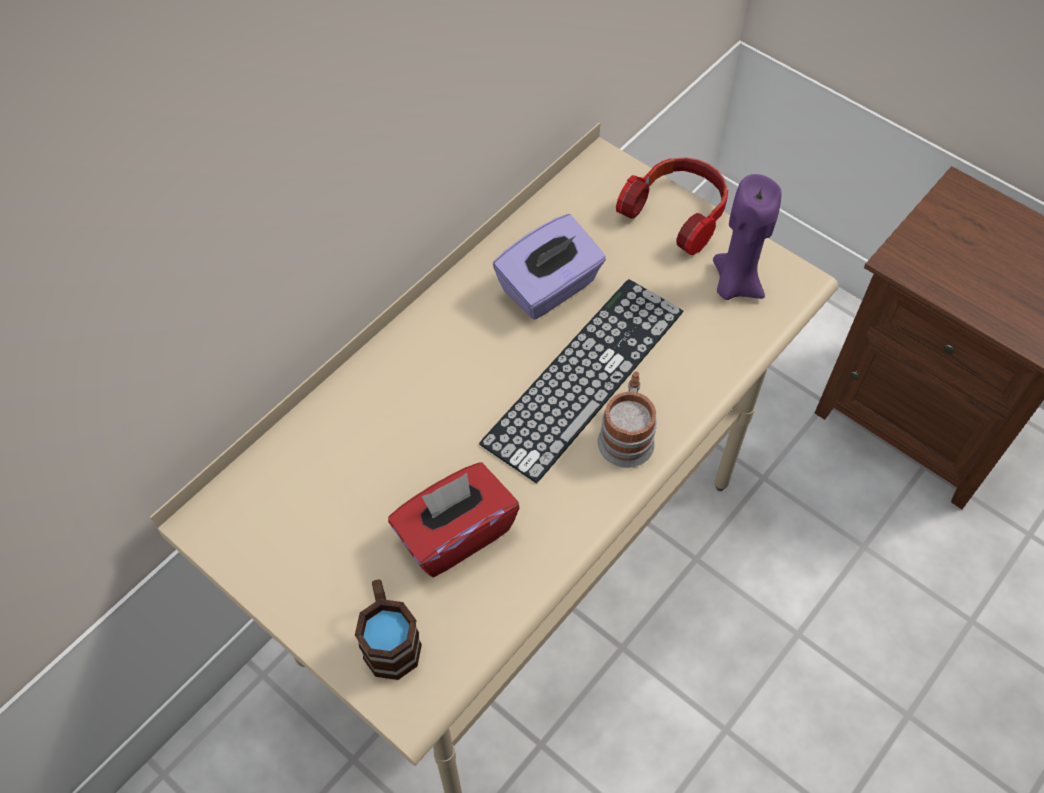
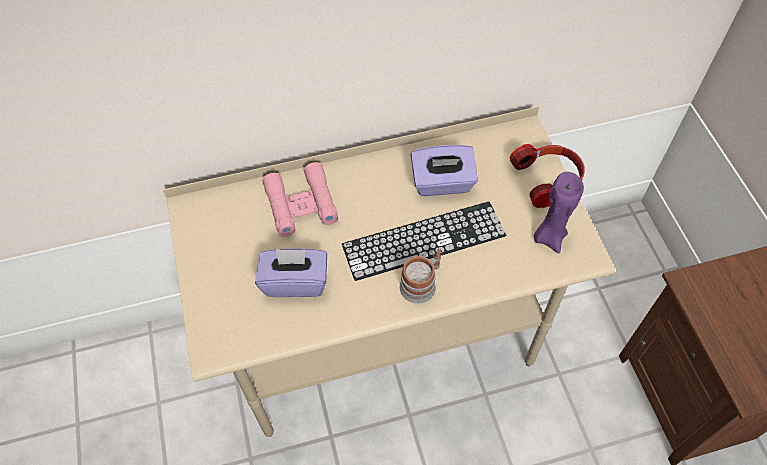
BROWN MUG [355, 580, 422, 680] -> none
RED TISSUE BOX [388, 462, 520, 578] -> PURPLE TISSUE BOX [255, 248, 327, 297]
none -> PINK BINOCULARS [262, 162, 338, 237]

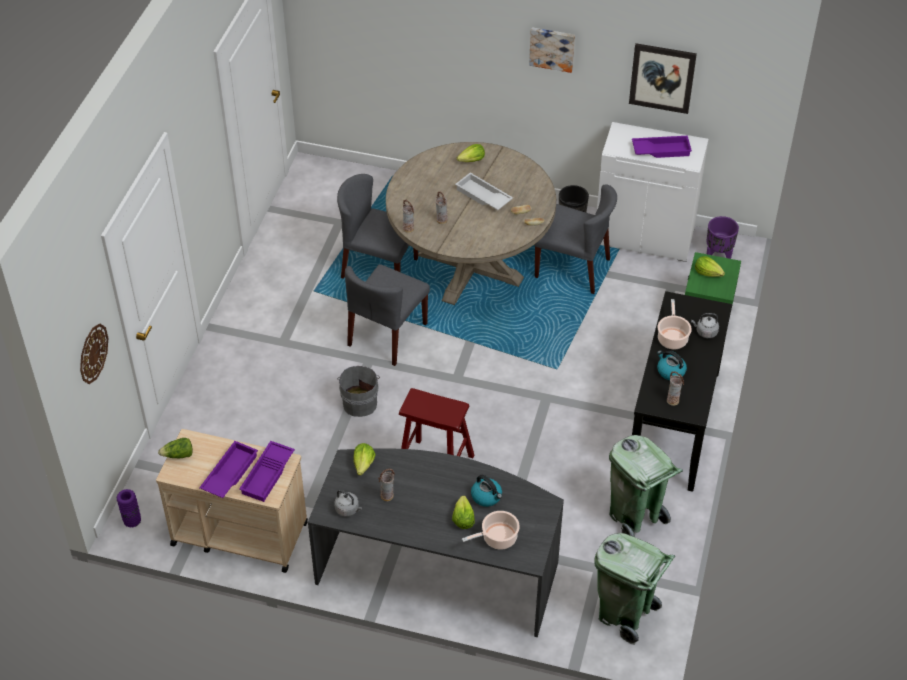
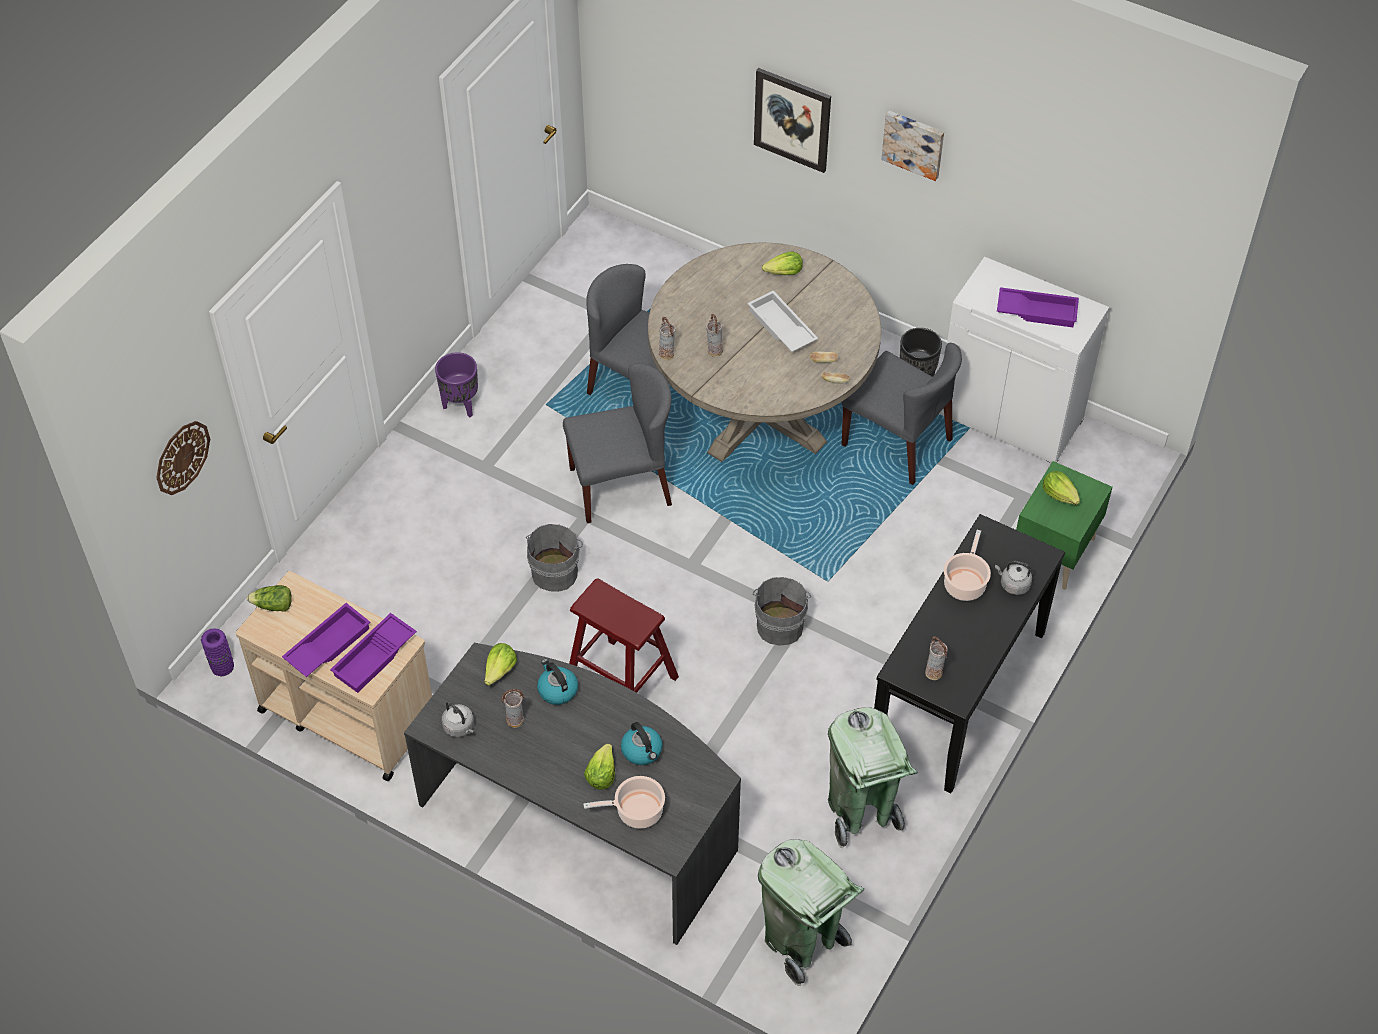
GREY CHAIR [345, 264, 430, 366] -> GREY CHAIR [563, 363, 672, 523], 150 degrees counterclockwise
PICTURE [629, 43, 697, 114] -> PICTURE [754, 68, 831, 173], moved
KETTLE [657, 350, 687, 380] -> KETTLE [537, 659, 578, 705], moved
PURPLE PLANTER [707, 216, 739, 259] -> PURPLE PLANTER [435, 352, 478, 418], moved
none -> GREY BUCKET [753, 577, 811, 646]

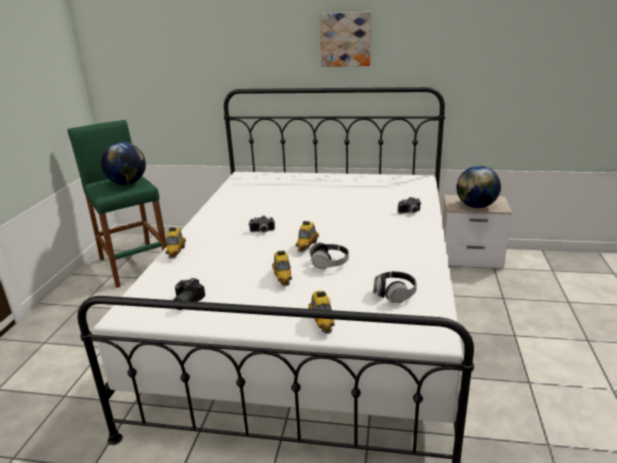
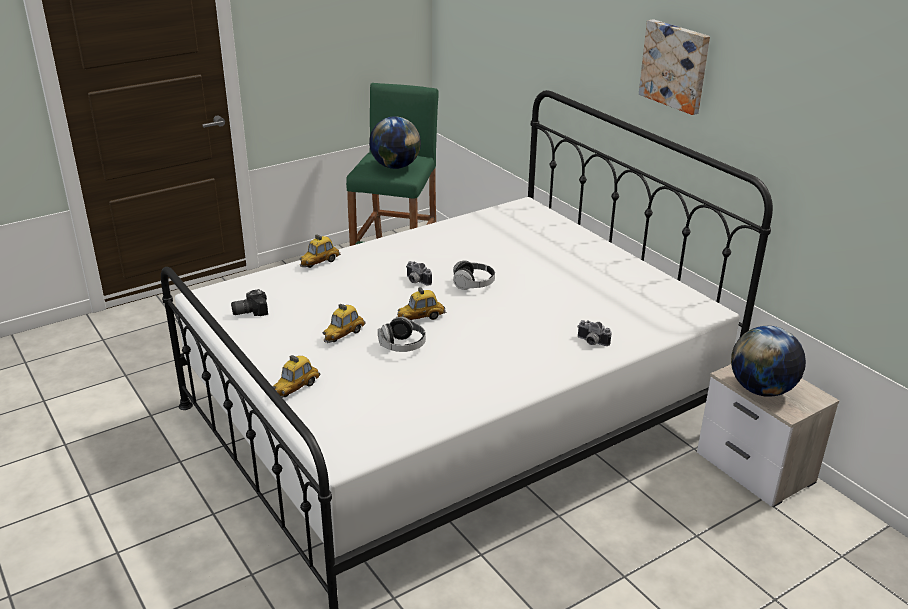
HEADPHONES [374, 271, 417, 303] -> HEADPHONES [453, 260, 495, 290], moved

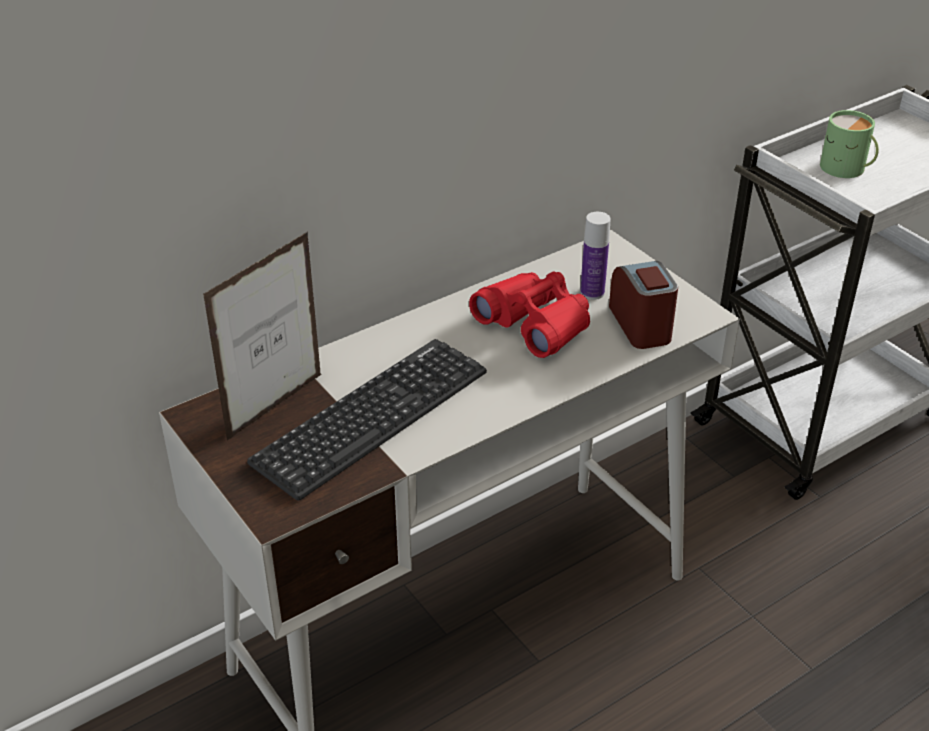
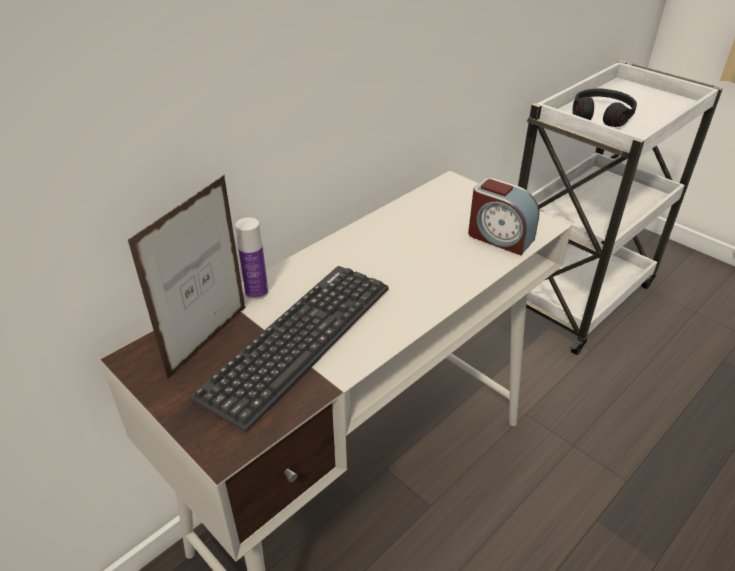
RED BINOCULARS [469, 272, 590, 358] -> none
BOTTLE [580, 212, 611, 300] -> BOTTLE [235, 217, 268, 300], moved
ALARM CLOCK [609, 261, 678, 349] -> ALARM CLOCK [468, 178, 540, 255], 150 degrees clockwise
GREEN MUG [820, 110, 879, 178] -> BLACK HEADPHONES [573, 89, 637, 127]

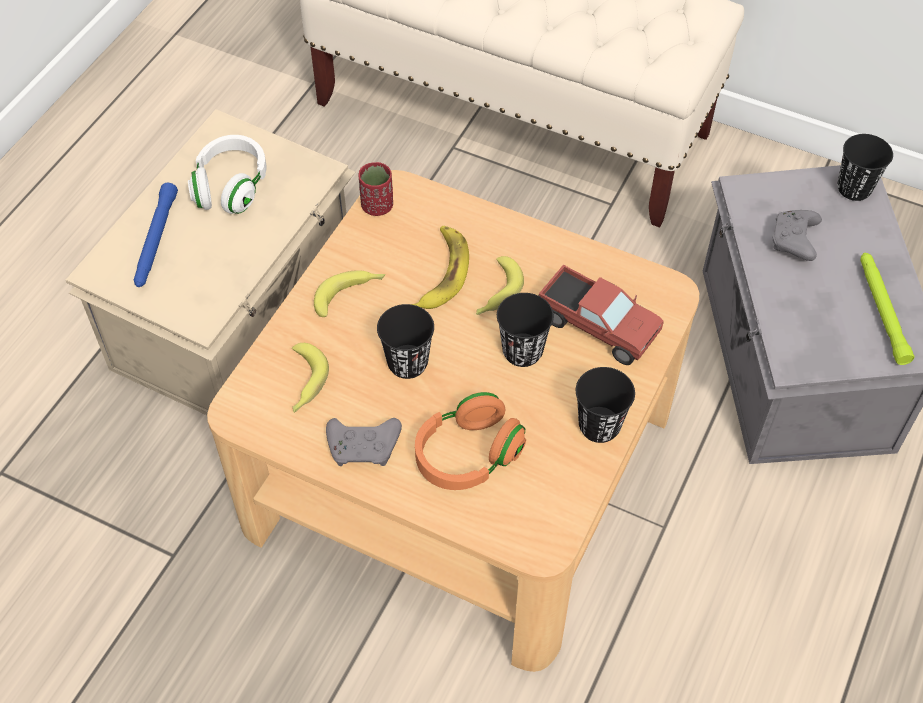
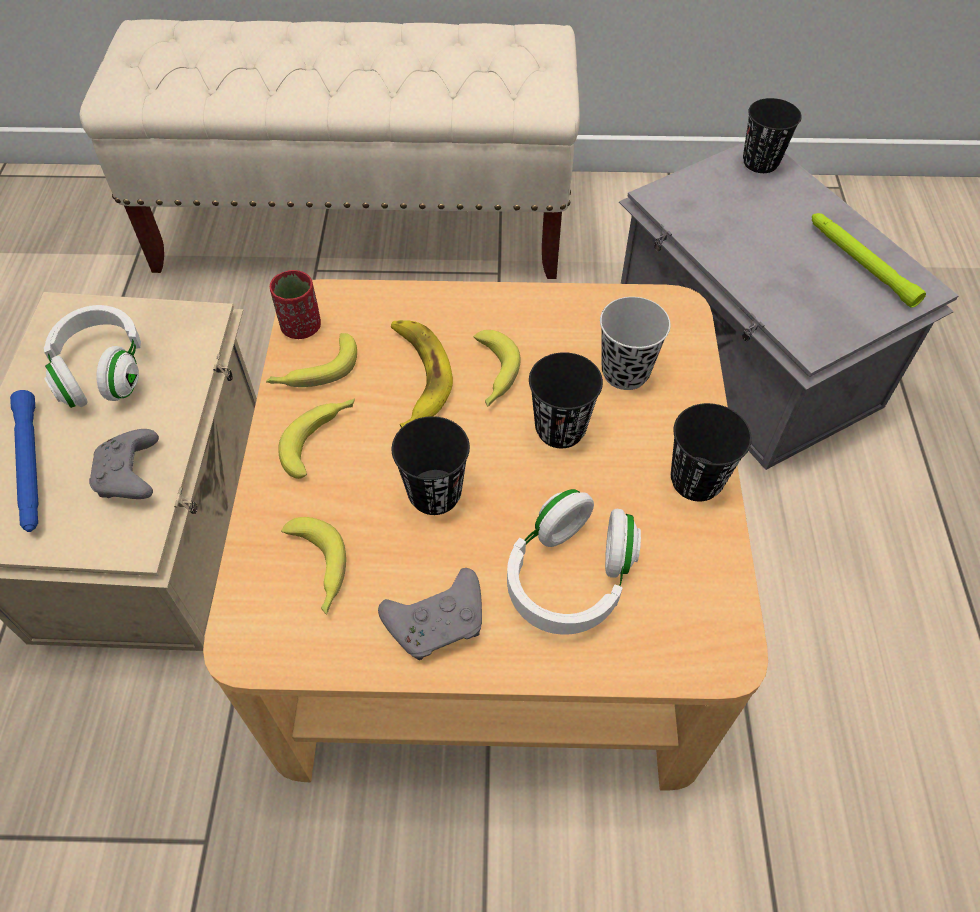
ORANGE HEADPHONES [415, 392, 526, 490] -> WHITE HEADPHONES [507, 489, 641, 635]
TOY TRUCK [539, 265, 664, 365] -> BLACK CUP [600, 297, 671, 390]
GREY GAME CONTROLLER [773, 210, 822, 261] -> GREY GAME CONTROLLER [89, 429, 159, 499], moved
none -> BANANA [266, 333, 357, 387]

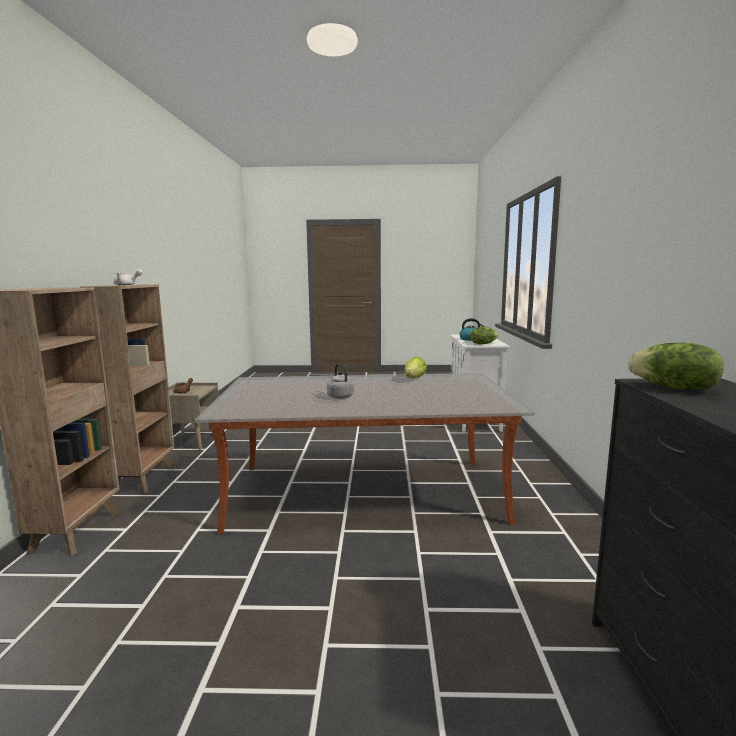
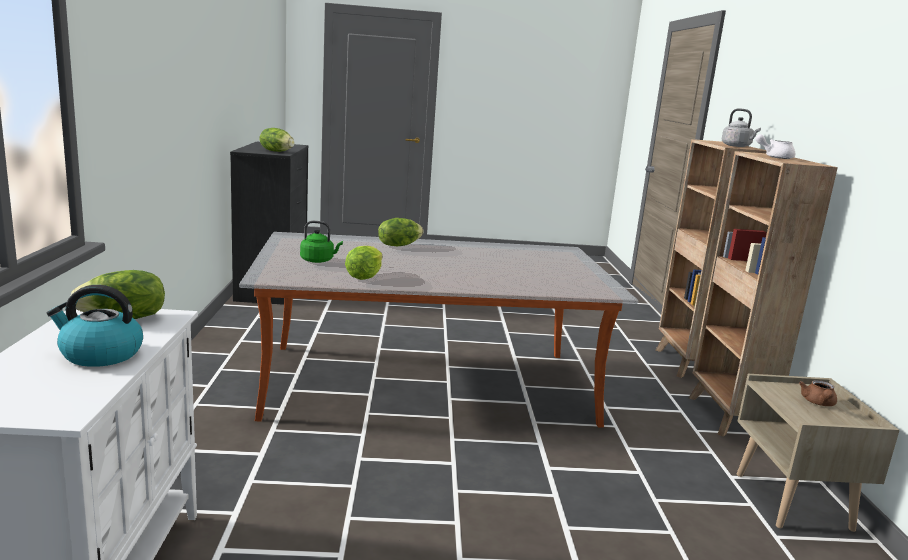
GREY KETTLE [327, 364, 354, 399] -> GREY KETTLE [722, 108, 761, 147], moved
none -> GREEN KETTLE [300, 221, 343, 263]
none -> LETTUCE [378, 218, 424, 246]

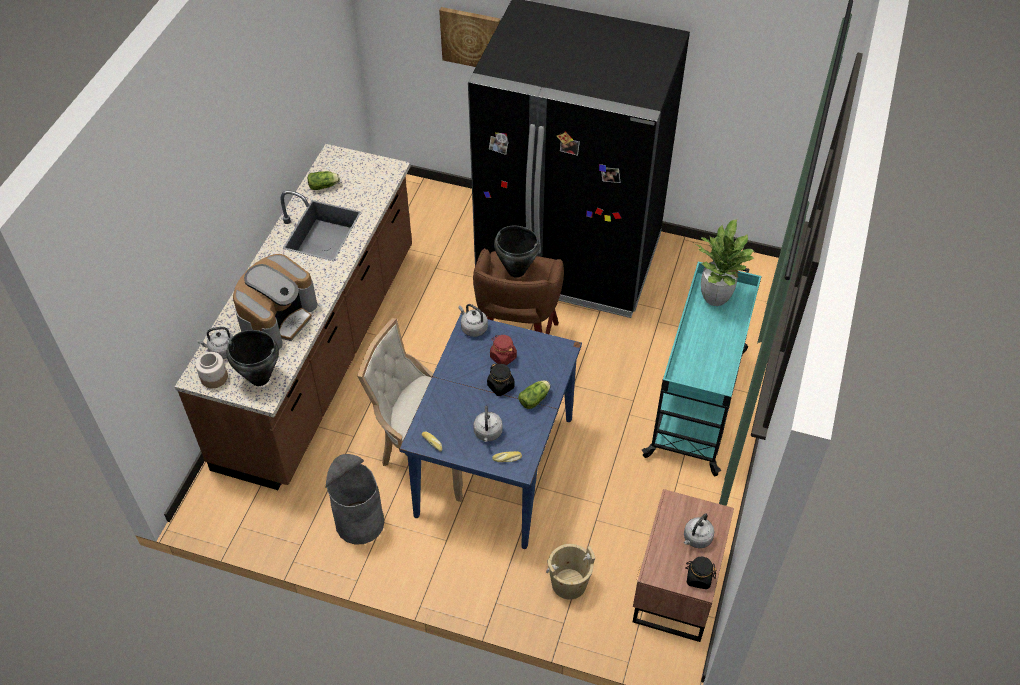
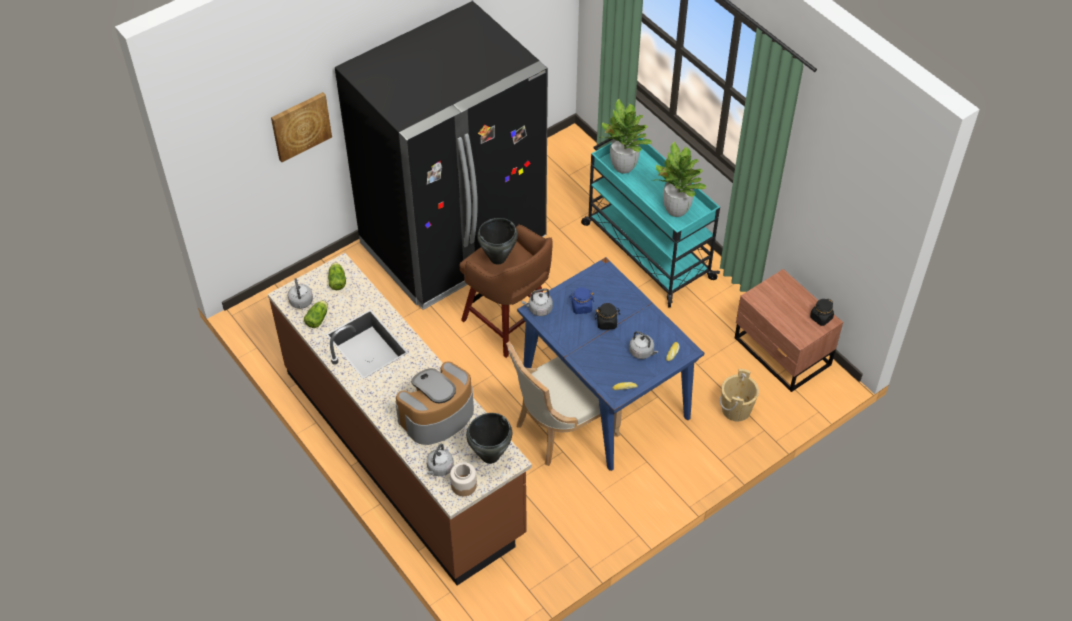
COFFEE MACHINE [233, 254, 317, 349] -> COFFEE MACHINE [396, 361, 474, 445], 105 degrees counterclockwise
GREY TRASH CAN [326, 454, 385, 544] -> none
RED JAR [490, 335, 517, 365] -> BLUE JAR [569, 287, 594, 314]
LETTUCE [518, 380, 550, 409] -> LETTUCE [328, 262, 346, 290], moved
GREY KETTLE [684, 513, 714, 548] -> GREY KETTLE [288, 278, 313, 309], moved
none -> POTTED PLANT [651, 141, 706, 217]

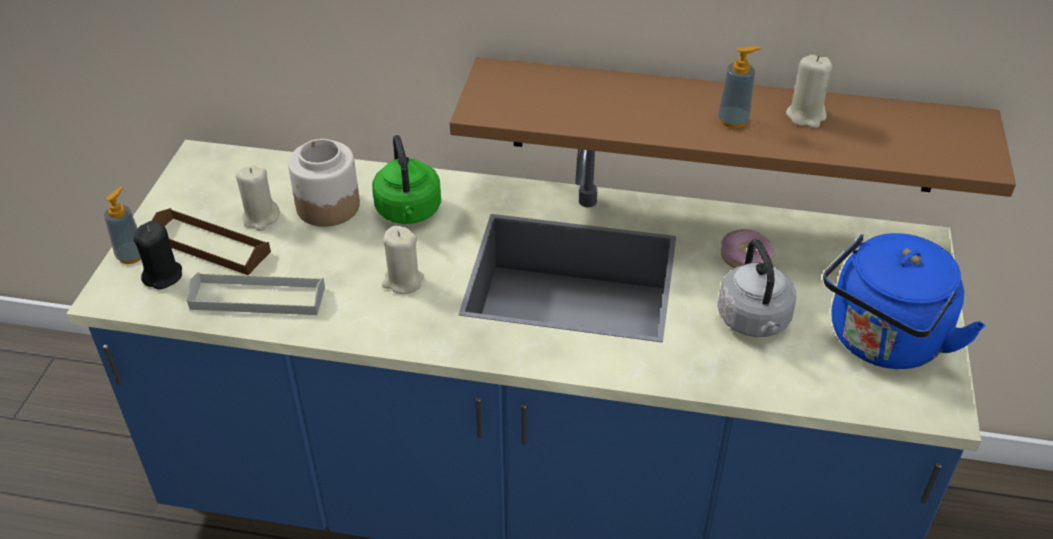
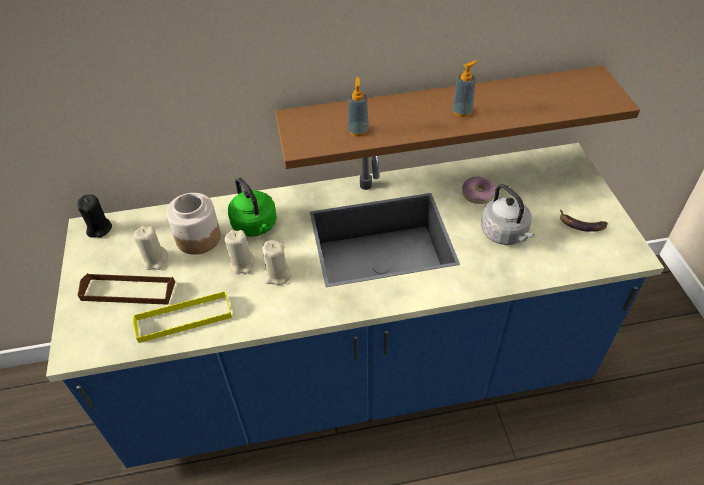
SOAP DISPENSER [104, 187, 141, 264] -> SOAP DISPENSER [347, 77, 369, 137], moved
BLACK CANDLE [134, 221, 182, 290] -> BLACK CANDLE [77, 194, 112, 238], moved
GREY TRAY [187, 272, 325, 315] -> YELLOW TRAY [133, 290, 232, 343]
BEIGE CANDLE [786, 55, 832, 128] -> BEIGE CANDLE [225, 230, 255, 274], moved
BLUE KETTLE [823, 233, 986, 369] -> BANANA [560, 209, 608, 232]

